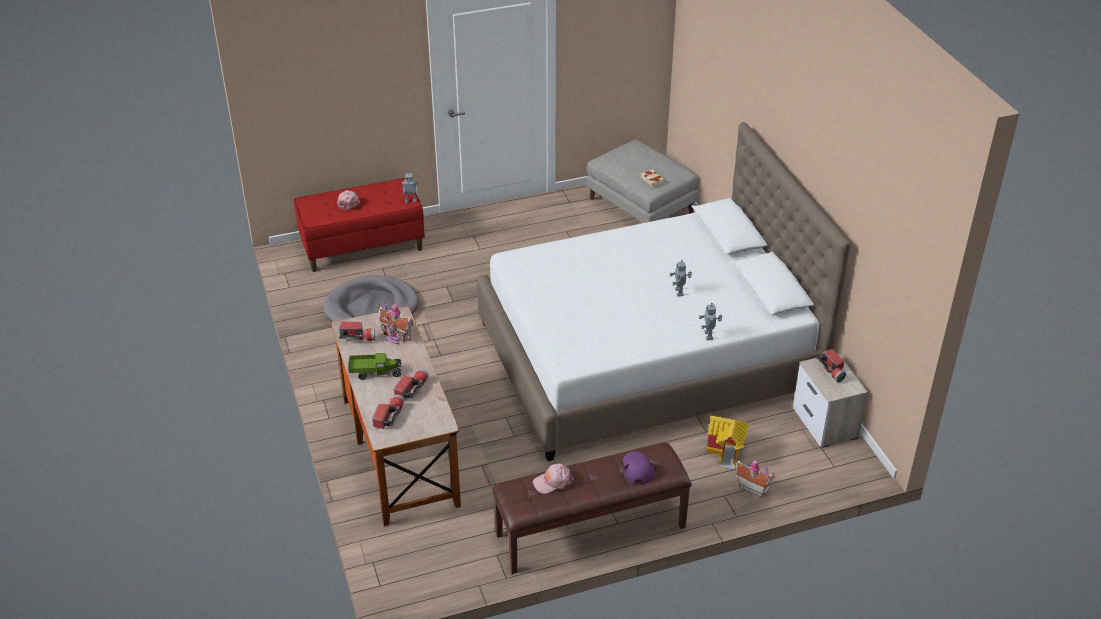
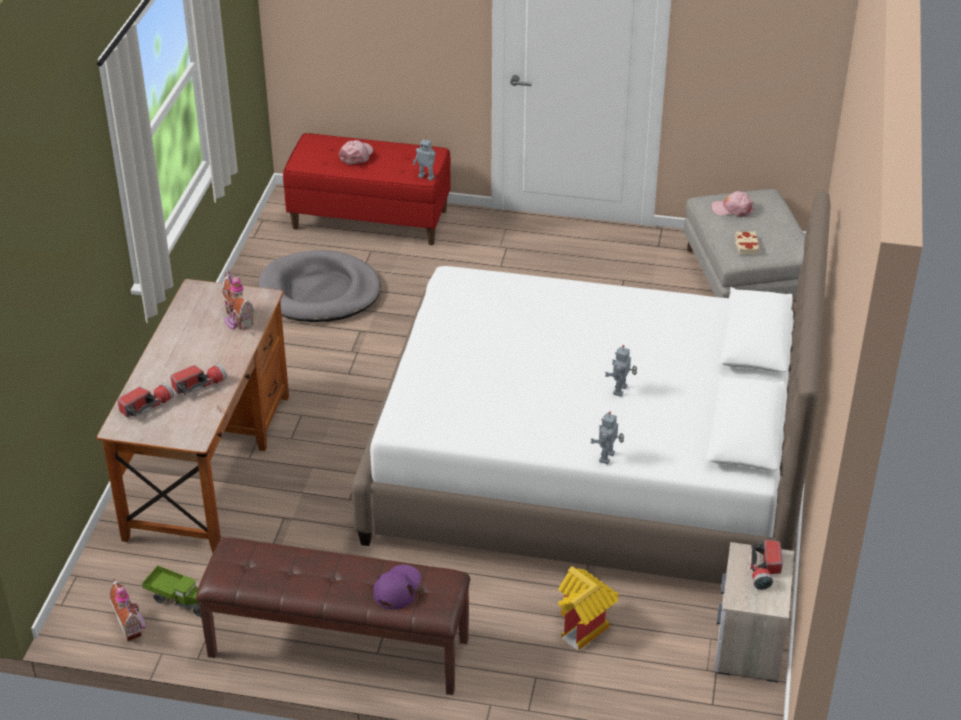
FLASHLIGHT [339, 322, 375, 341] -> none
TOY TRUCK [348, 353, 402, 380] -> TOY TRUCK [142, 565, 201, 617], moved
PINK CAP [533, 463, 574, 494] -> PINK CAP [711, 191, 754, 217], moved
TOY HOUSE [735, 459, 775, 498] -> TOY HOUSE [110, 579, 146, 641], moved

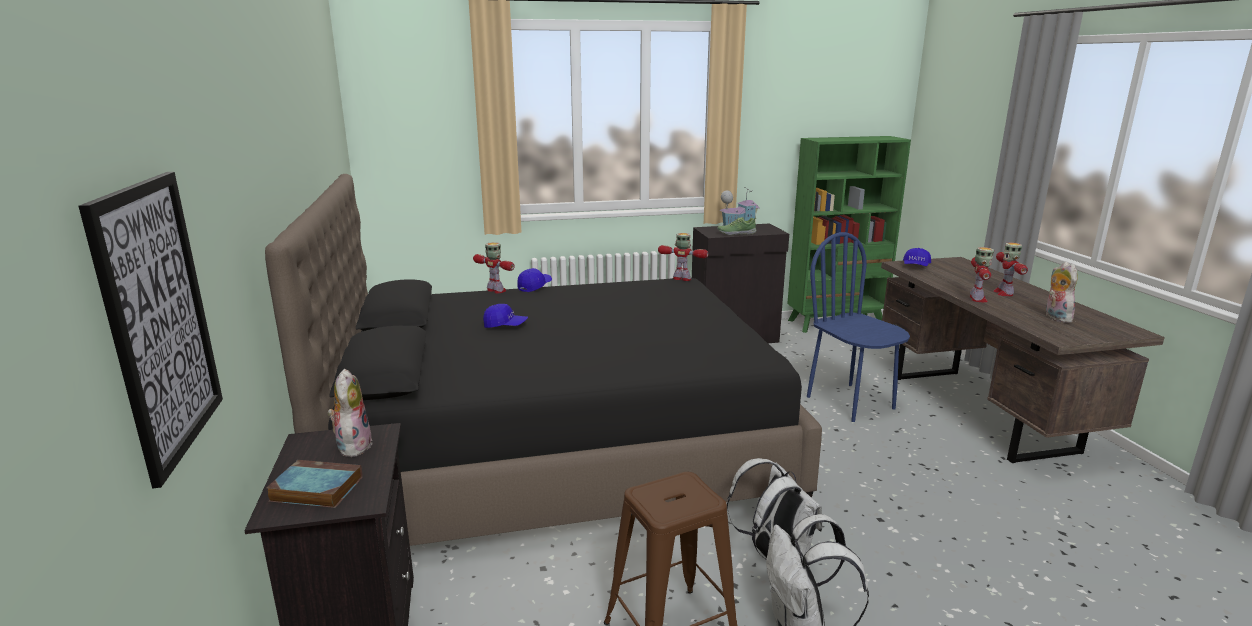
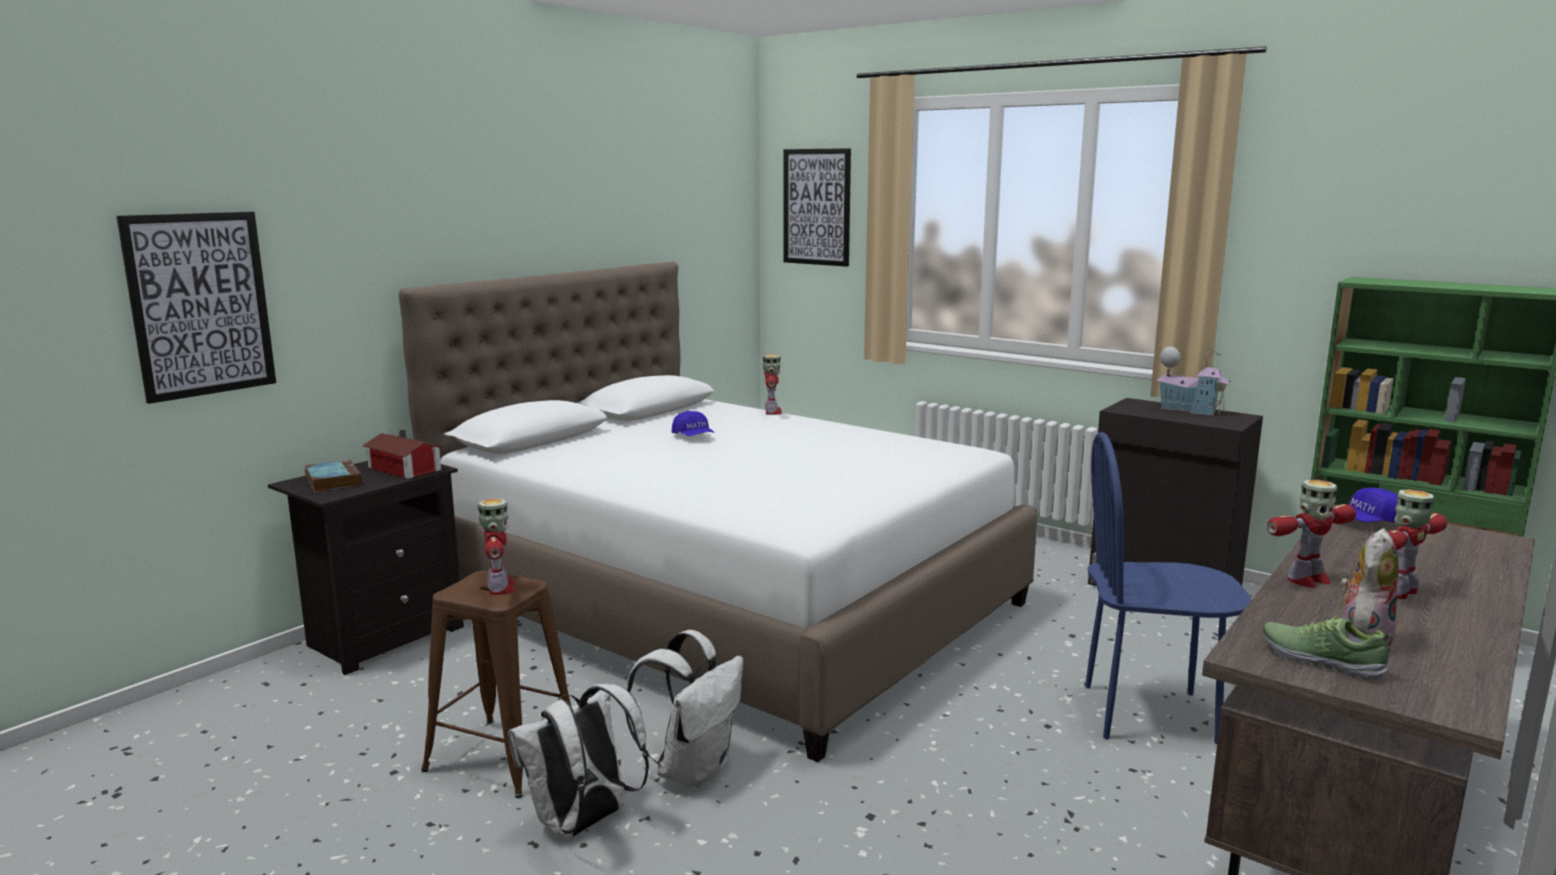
BLACK BED [265, 174, 822, 546] -> WHITE BED [399, 262, 1037, 762]
PLUSH TOY [327, 369, 372, 457] -> TOY HOUSE [362, 430, 442, 479]
BLUE CAP [517, 268, 552, 292] -> none
TOY ROBOT [658, 233, 708, 281] -> TOY ROBOT [478, 498, 516, 595], moved
SHOE [717, 217, 757, 235] -> SHOE [1263, 616, 1393, 680], moved
BLUE CHAIR [807, 232, 910, 422] -> BLUE CHAIR [1085, 432, 1252, 744], 105 degrees counterclockwise
none -> PICTURE [783, 148, 851, 267]

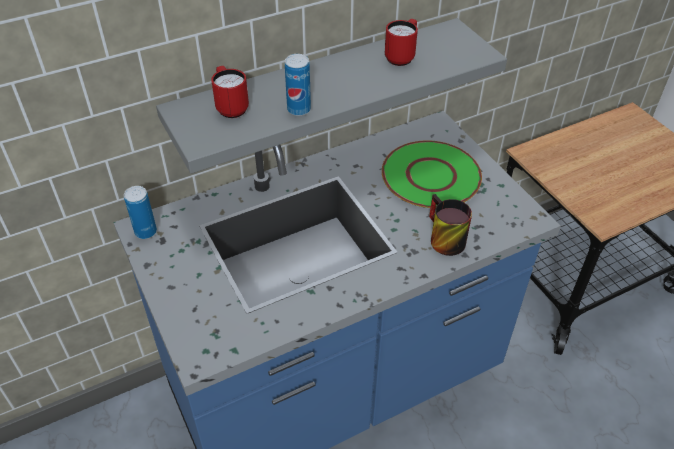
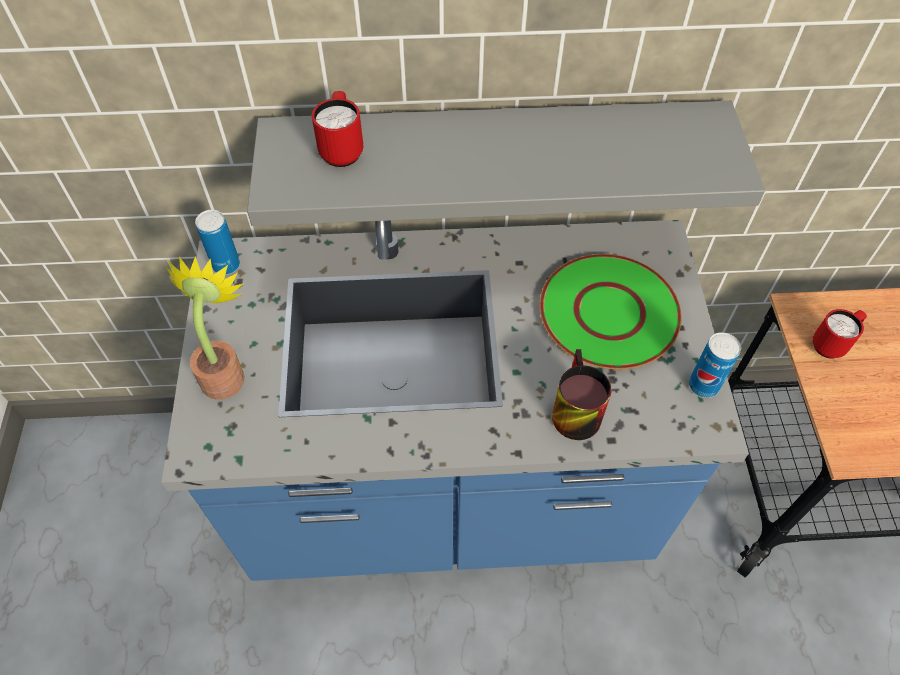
CAN [285, 54, 311, 116] -> CAN [689, 332, 741, 398], moved
RED MUG [385, 19, 418, 66] -> RED MUG [813, 309, 867, 359], moved
none -> POTTED PLANT [165, 256, 245, 400]

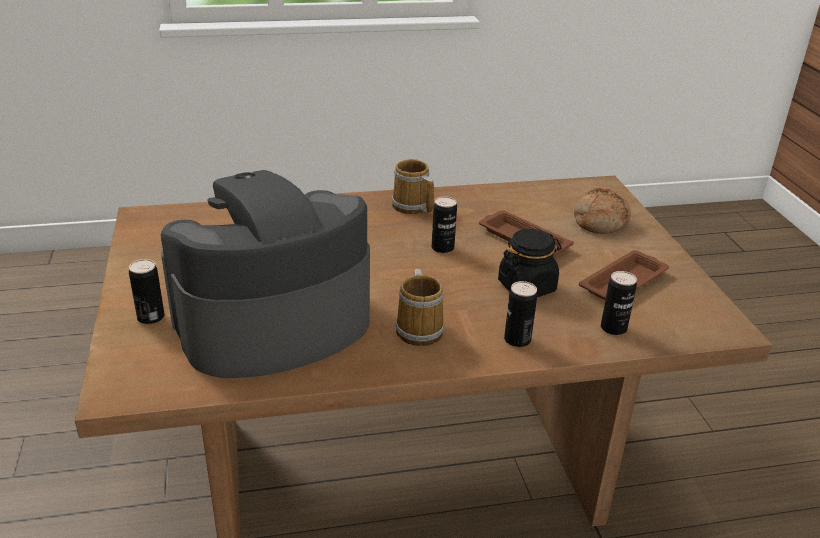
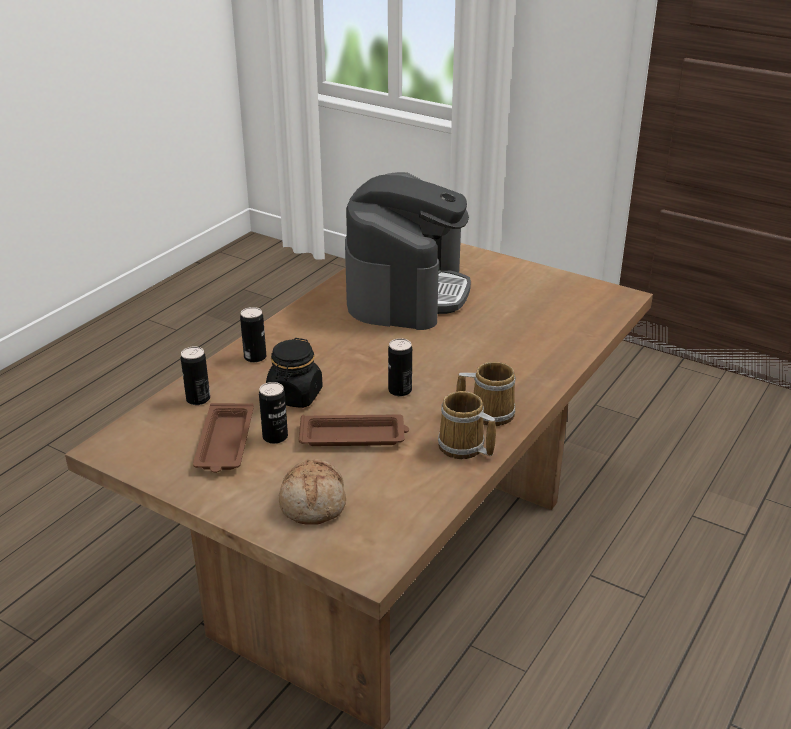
CAN [129, 259, 165, 324] -> CAN [259, 382, 288, 444], moved
MUG [395, 269, 445, 346] -> MUG [438, 391, 496, 459], moved

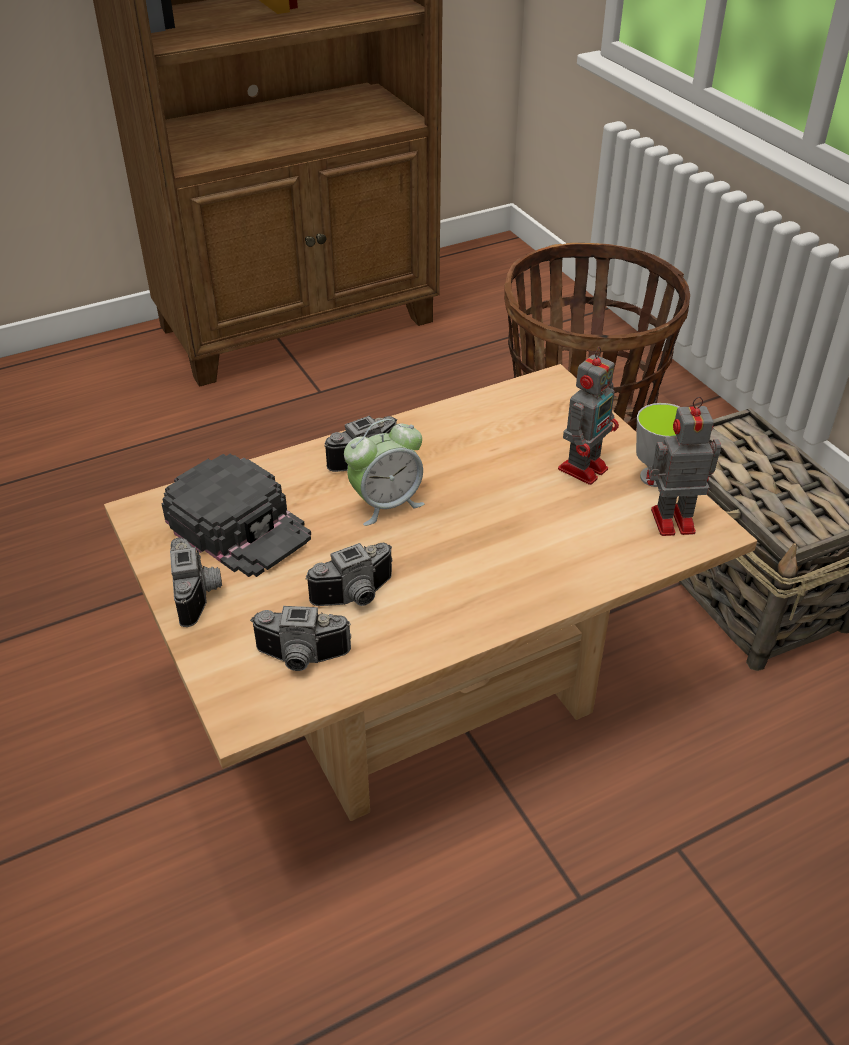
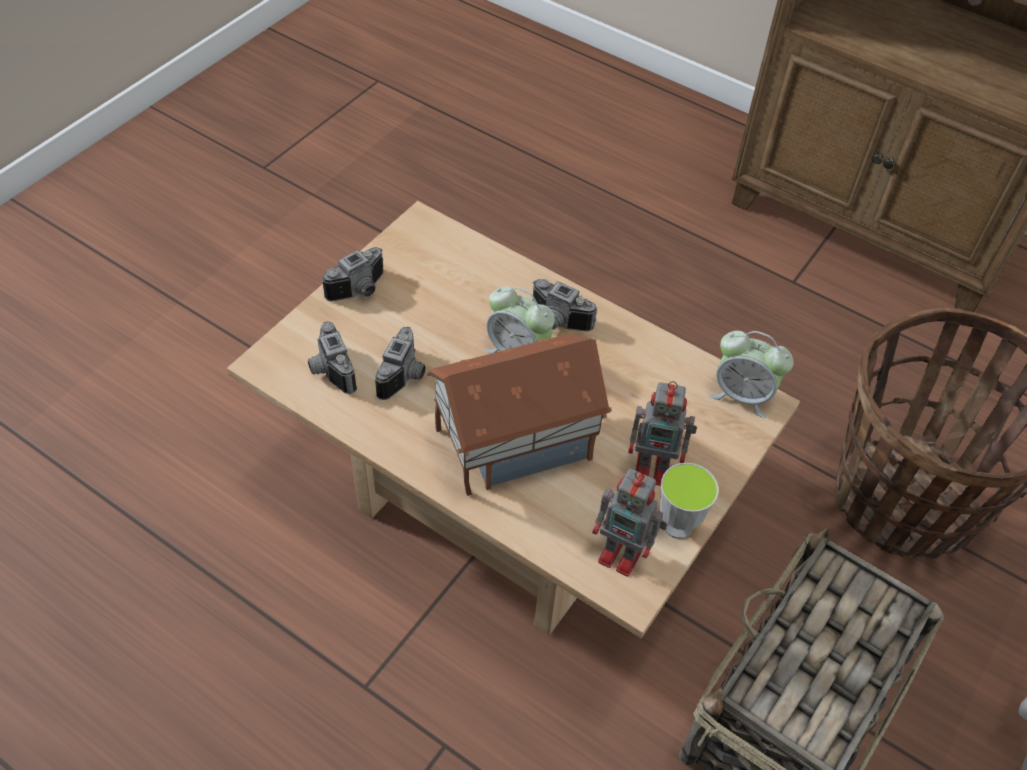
BLACK CAP [161, 454, 311, 577] -> none
PHOTO CAMERA [305, 543, 392, 606] -> PHOTO CAMERA [375, 327, 425, 400], 105 degrees counterclockwise
TOY ROBOT [646, 396, 721, 536] -> TOY ROBOT [592, 469, 668, 577], 150 degrees clockwise
none -> TOY HOUSE [426, 334, 612, 496]
none -> ALARM CLOCK [709, 331, 794, 418]

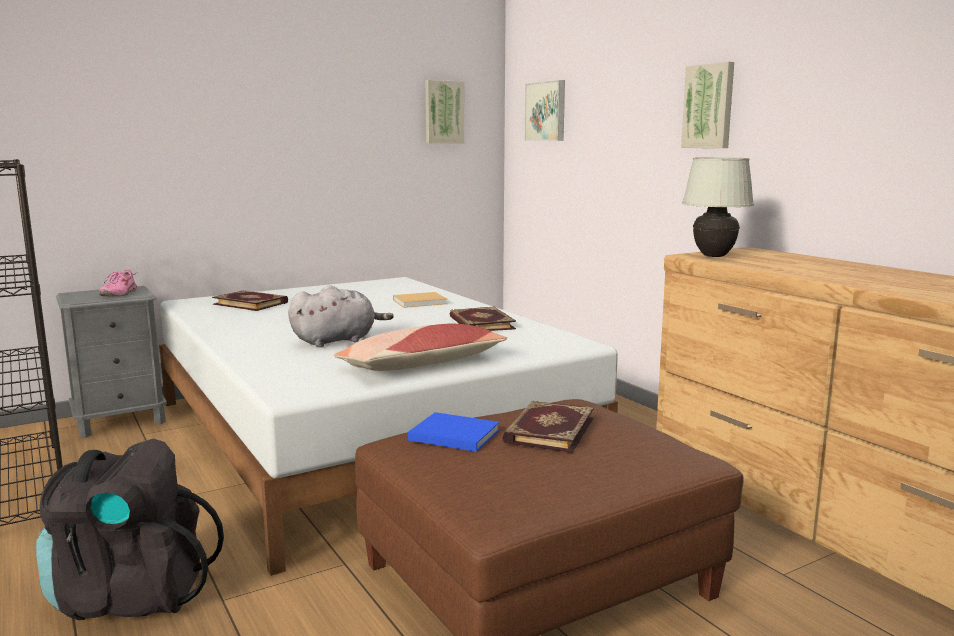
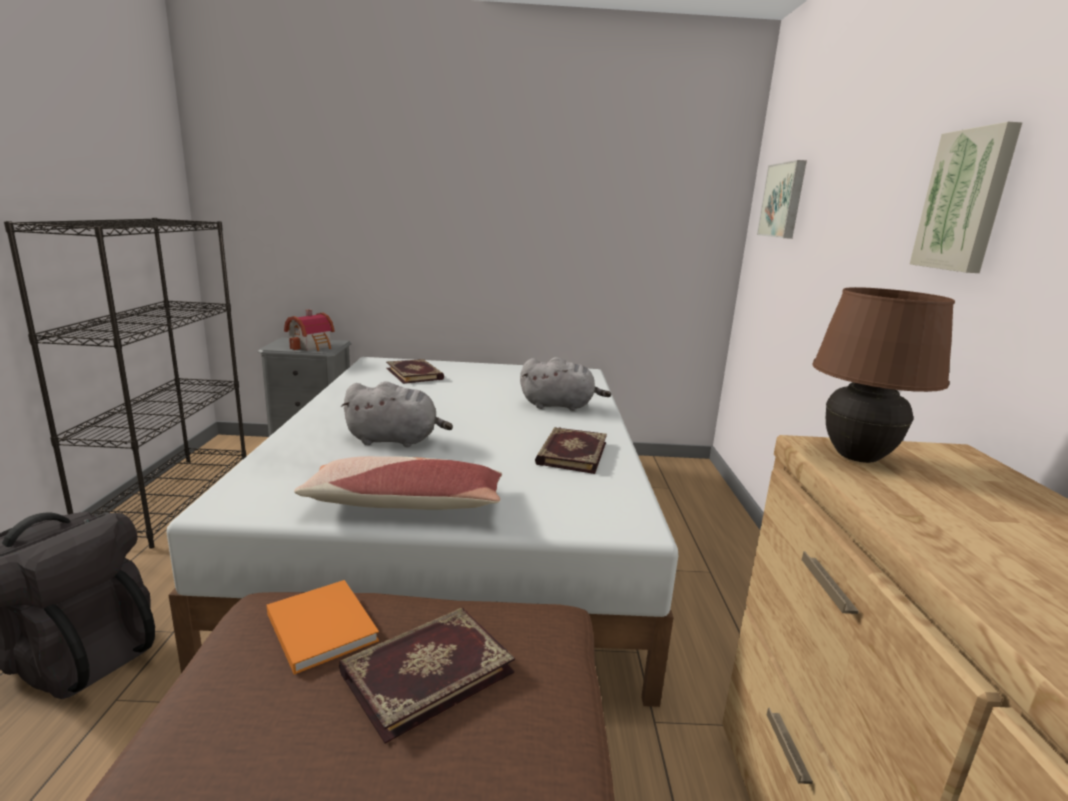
PINK SHOE [98, 269, 138, 297] -> TOY HOUSE [284, 309, 335, 351]
BEIGE BOOK [393, 292, 448, 308] -> GREY PLUSH TOY [520, 357, 611, 411]
BLUE BOOK [408, 412, 500, 452] -> ORANGE BOOK [267, 580, 379, 675]
PICTURE [425, 80, 464, 143] -> none
WHITE TABLE LAMP [682, 157, 754, 257] -> BROWN TABLE LAMP [812, 287, 955, 463]

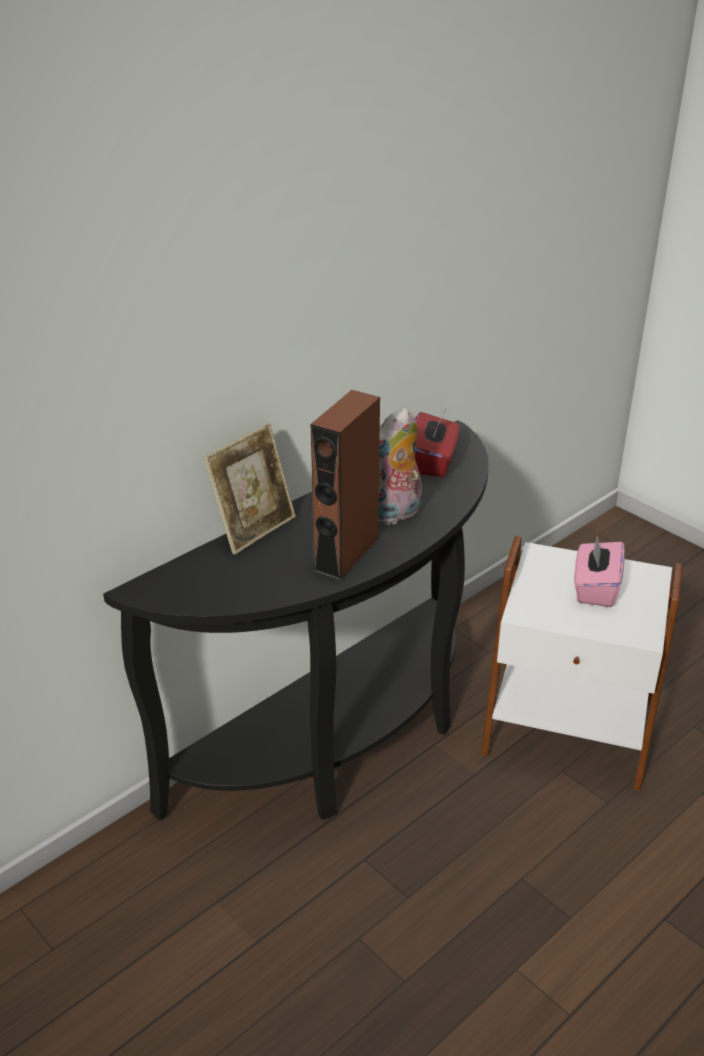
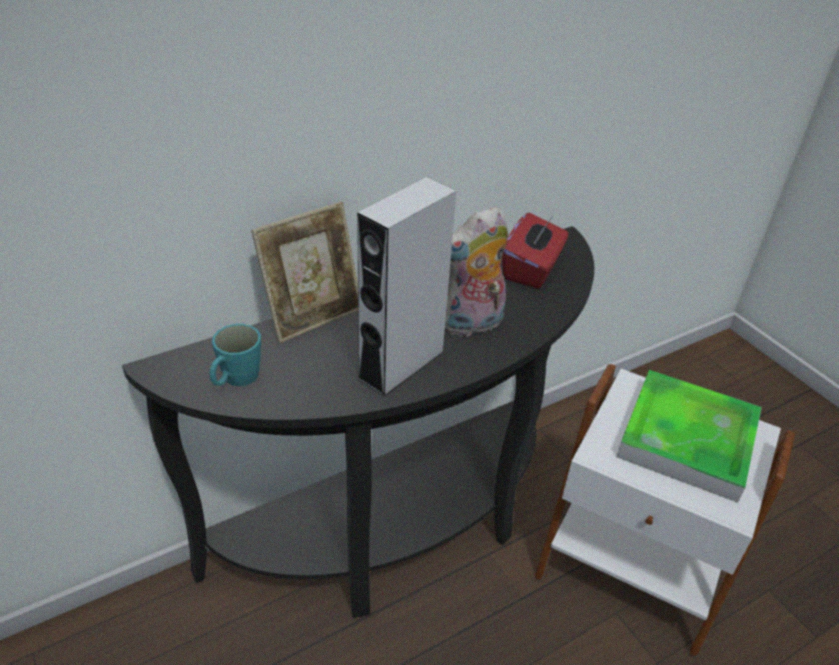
BROWN SPEAKER [311, 390, 380, 581] -> GREY SPEAKER [357, 177, 456, 397]
PINK TISSUE BOX [574, 536, 625, 607] -> TRAY [617, 370, 762, 503]
none -> TURQUOISE MUG [210, 324, 261, 386]

